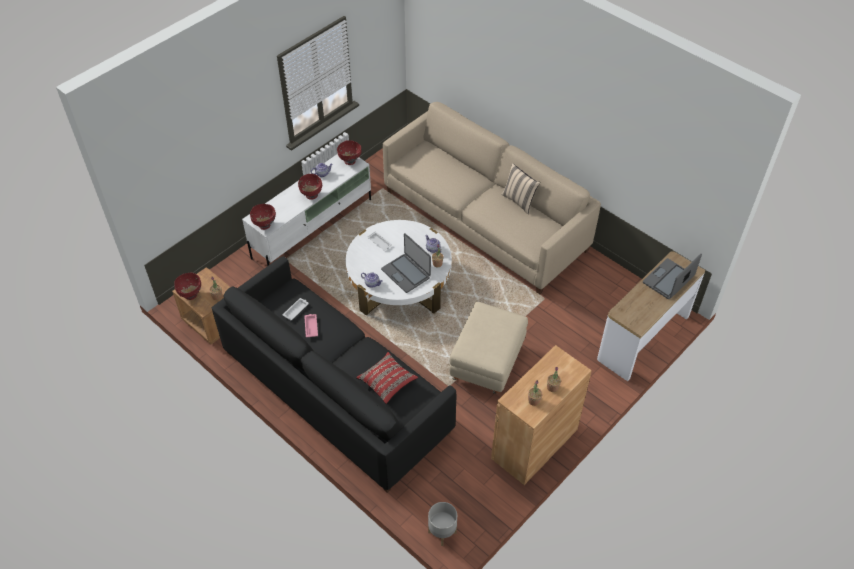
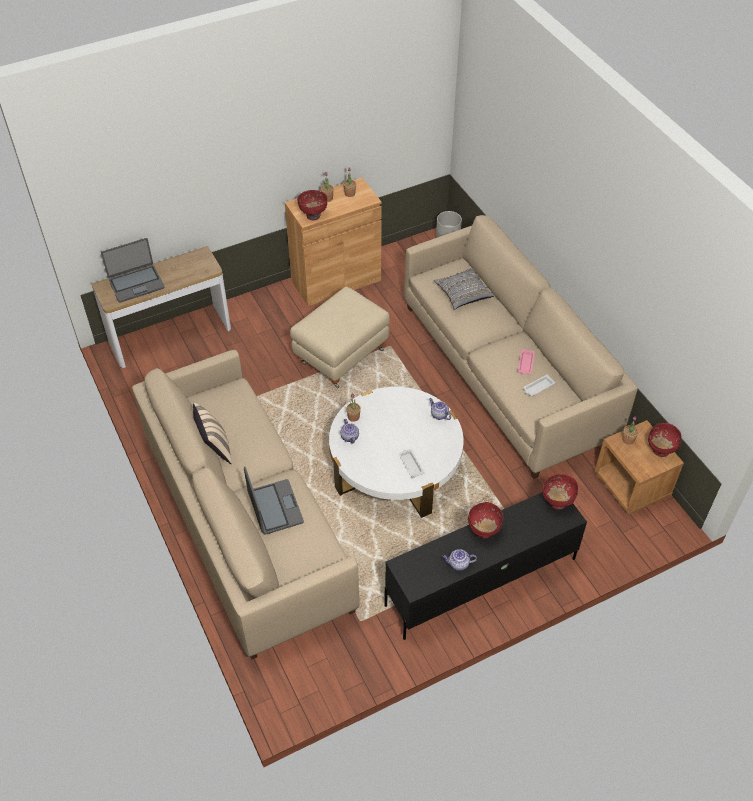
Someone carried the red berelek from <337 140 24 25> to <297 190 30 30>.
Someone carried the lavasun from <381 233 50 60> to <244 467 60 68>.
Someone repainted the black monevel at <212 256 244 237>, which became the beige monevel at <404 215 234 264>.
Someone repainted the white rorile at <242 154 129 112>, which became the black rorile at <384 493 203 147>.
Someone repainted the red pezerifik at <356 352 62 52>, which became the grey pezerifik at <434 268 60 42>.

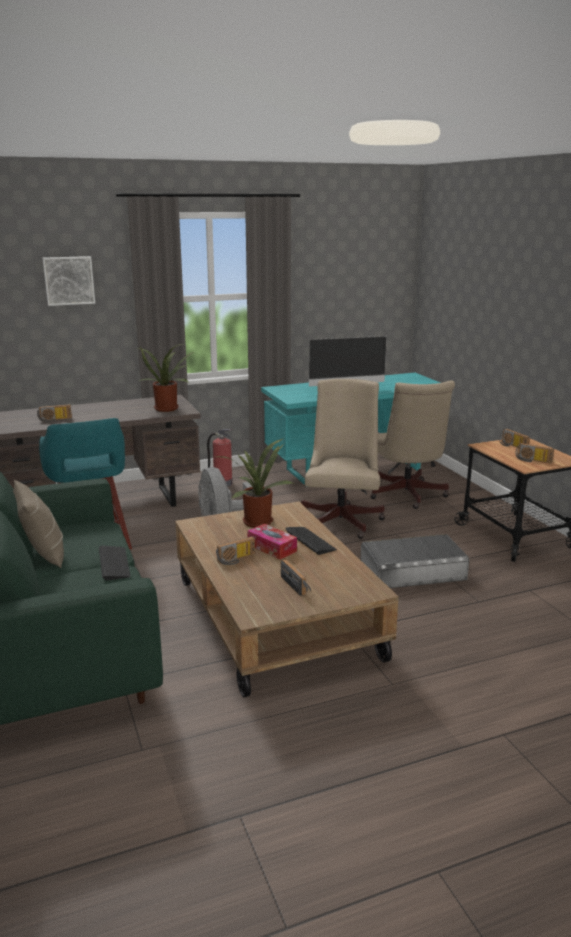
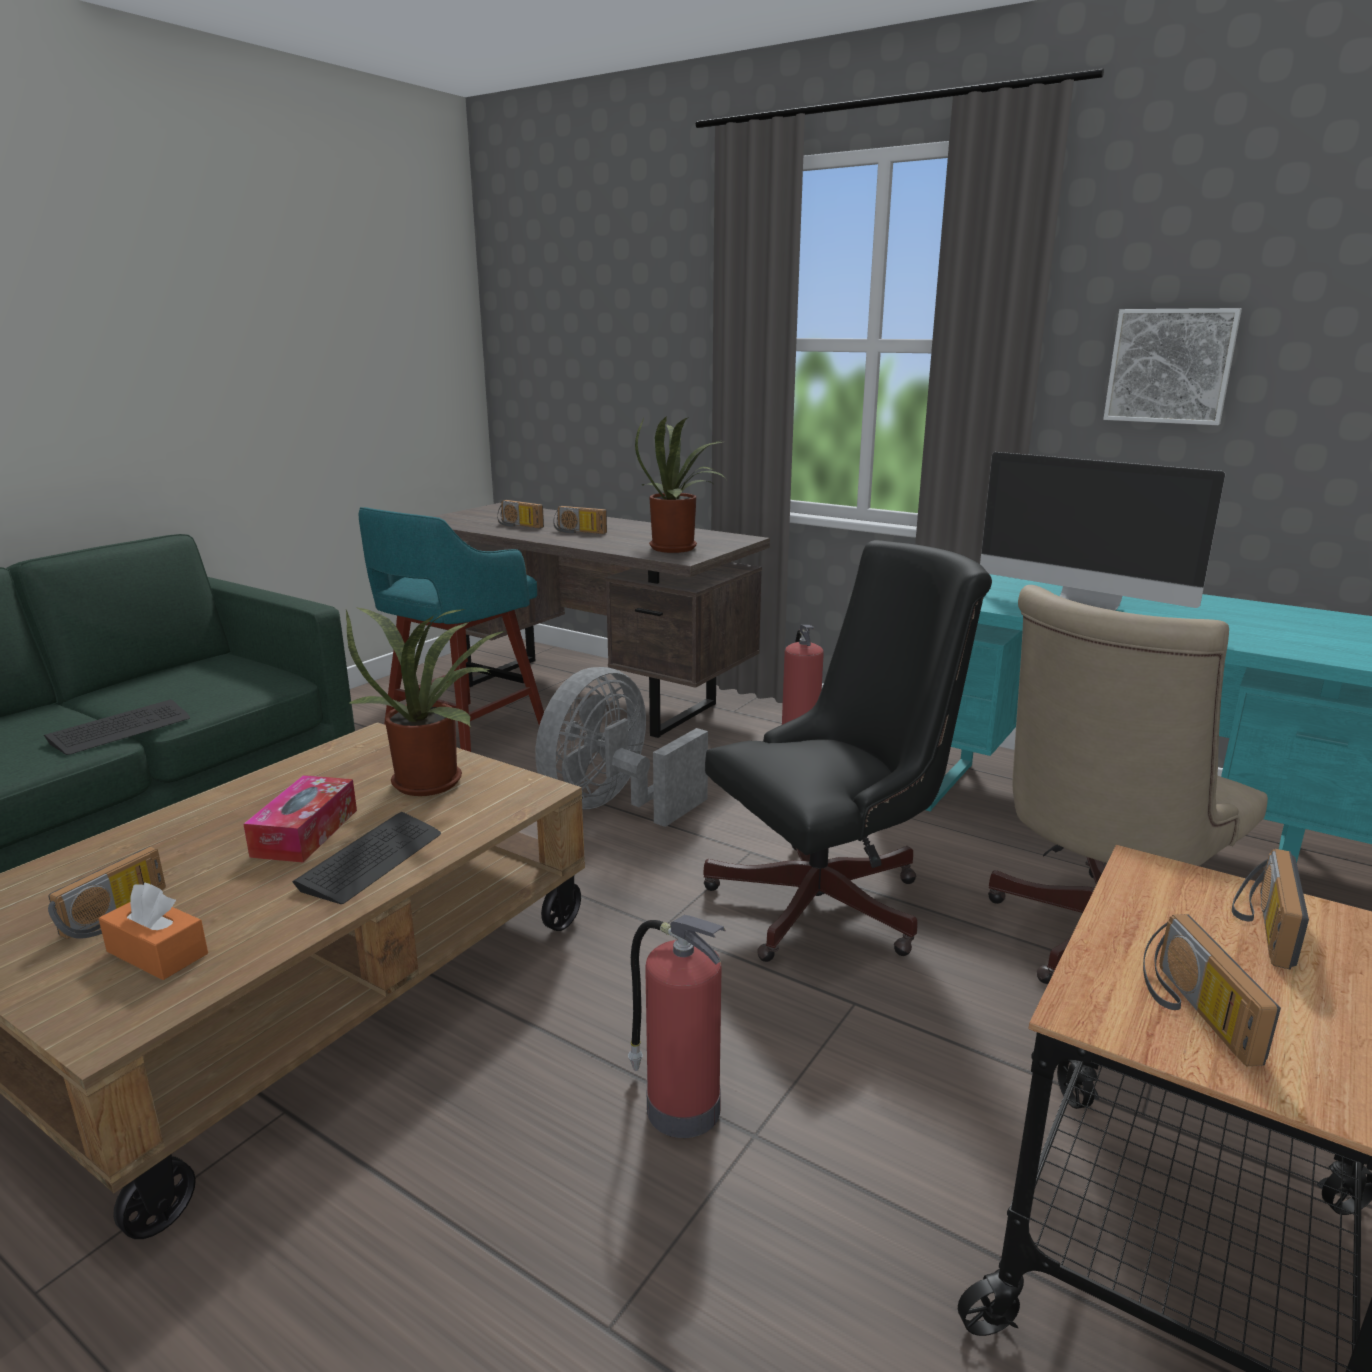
Someone took away the beige pezerifik at <13 480 51 88>.
Someone put down the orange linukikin at <99 882 109 98>.
Someone carried the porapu from <43 256 52 50> to <1103 308 139 117>.
Someone carried the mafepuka from <216 537 39 28> to <553 506 54 28>.
Someone swapped the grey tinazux at <361 534 108 54> for the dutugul at <628 915 98 223>.
Someone repainted the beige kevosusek at <301 379 84 160>, which became the black kevosusek at <703 540 289 422>.

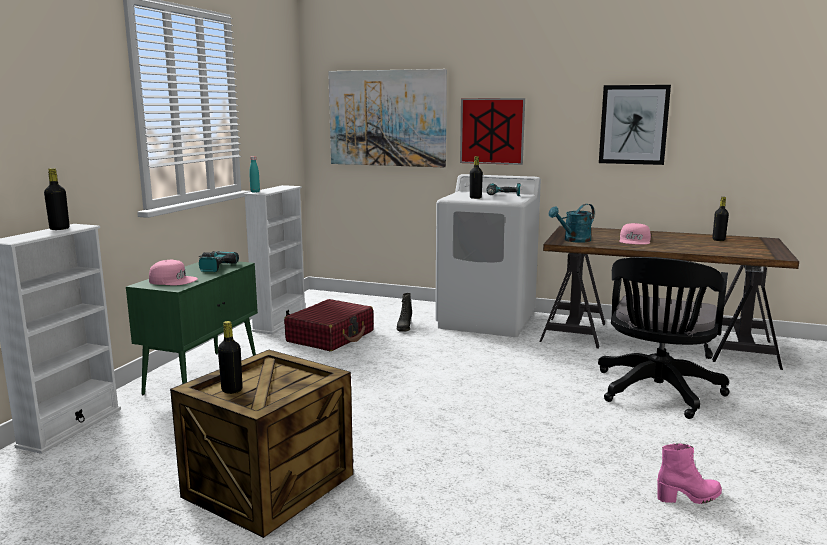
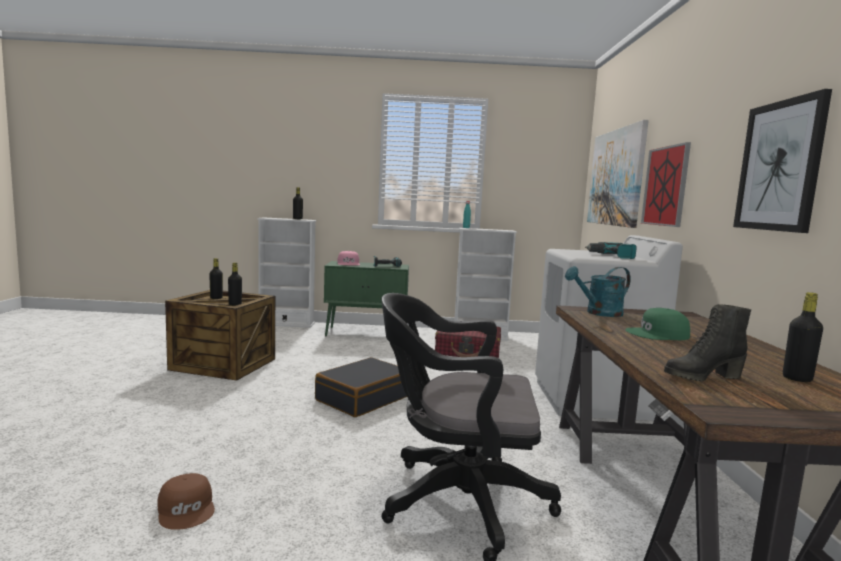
Someone put down the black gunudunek at <315 357 92 60>.
Someone carried the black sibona from <397 293 15 39> to <664 304 87 78>.
Someone carried the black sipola from <470 156 13 43> to <228 263 14 43>.
Someone swapped the pink sibona at <657 443 65 61> for the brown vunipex at <157 473 58 57>.
Someone repainted the pink vunipex at <619 223 32 22>, which became the green vunipex at <625 308 65 32>.
Someone rotated the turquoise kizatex at <549 204 46 39> by 60 degrees counterclockwise.

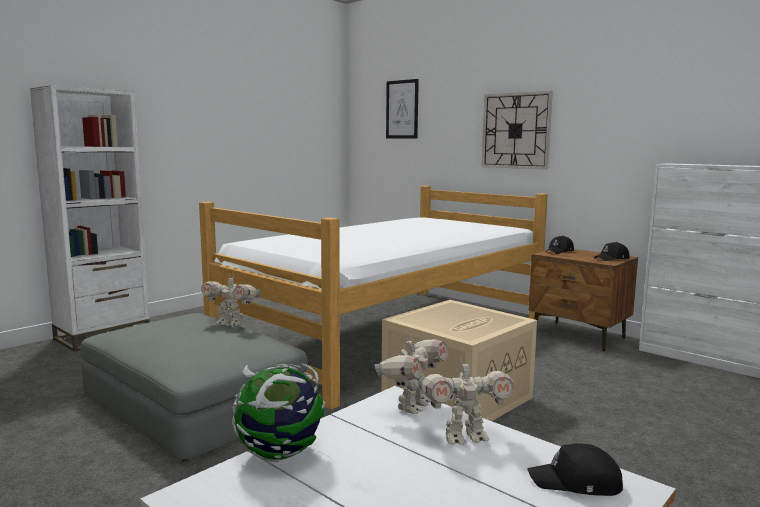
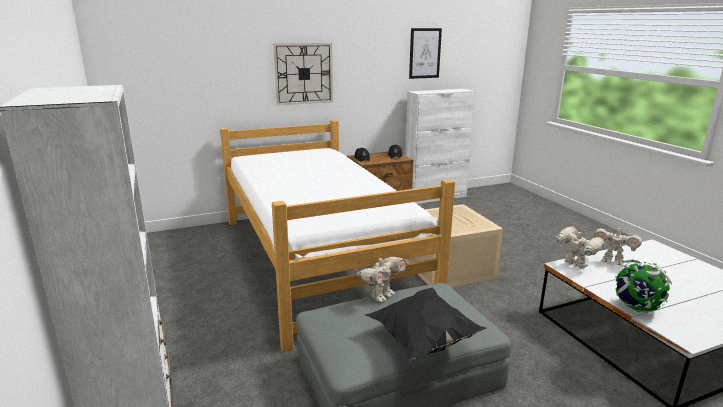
Someone took away the black vunipex at <527 443 96 53>.
Someone put down the black pezerifik at <365 288 122 75>.
Someone carried the porapu from <386 79 33 59> to <409 28 33 51>.
Someone rotated the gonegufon at <419 356 95 89> by 105 degrees clockwise.

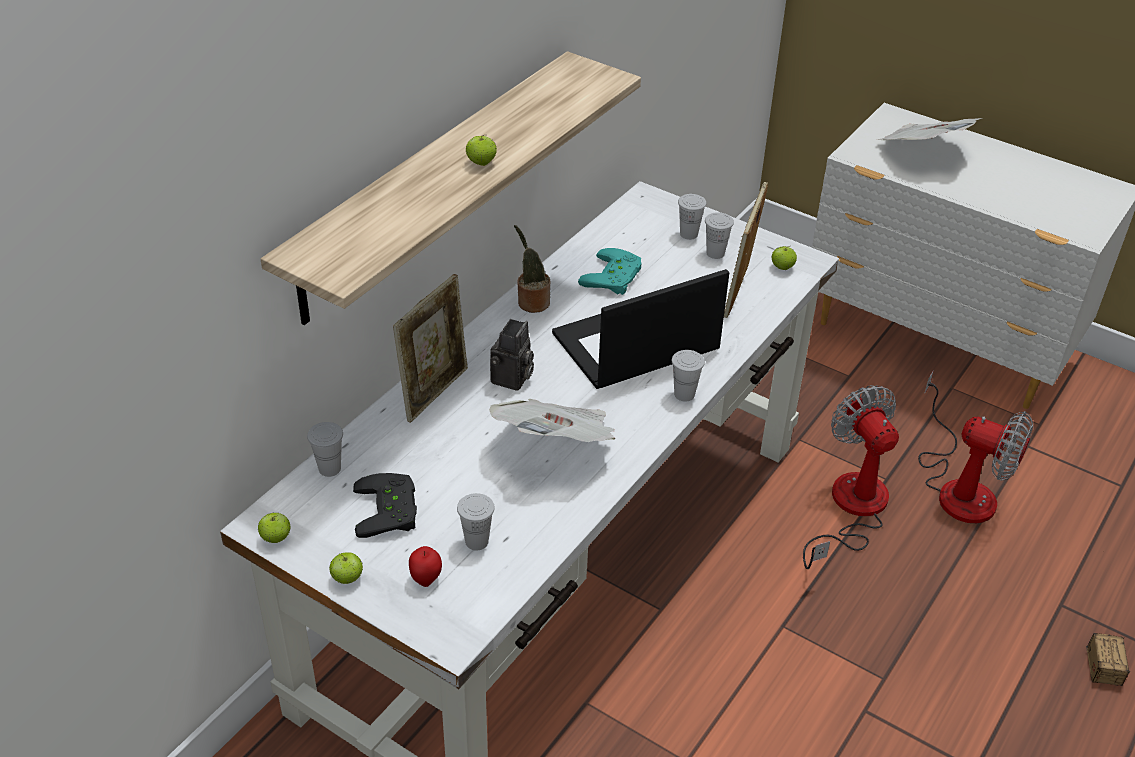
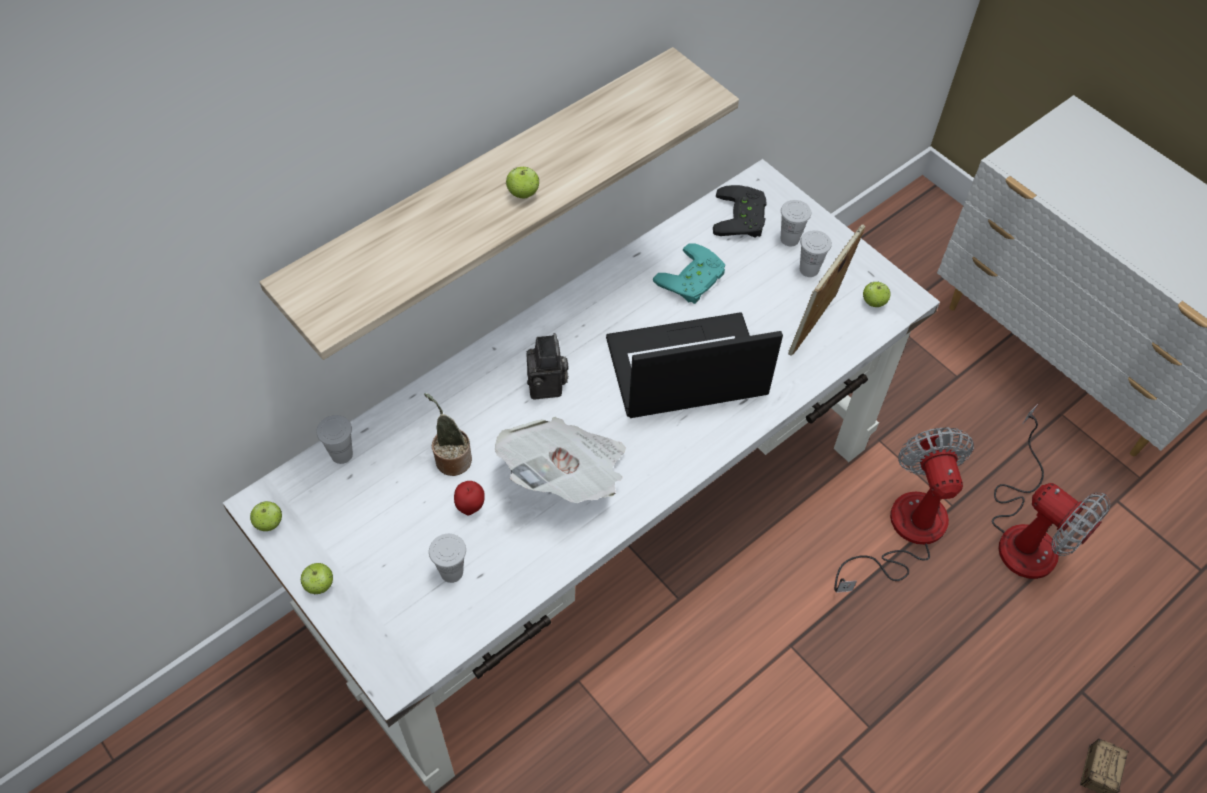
Someone took away the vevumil at <393 274 75 149>.
Someone took away the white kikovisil at <672 350 33 52>.
Someone took away the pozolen at <878 118 105 22>.
Someone carried the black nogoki from <353 473 64 65> to <713 185 53 53>.
Someone carried the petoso from <409 546 33 41> to <454 481 31 34>.
Someone carried the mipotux from <514 225 37 88> to <424 393 48 83>.
Someone rotated the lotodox at <490 319 44 72> by 45 degrees counterclockwise.

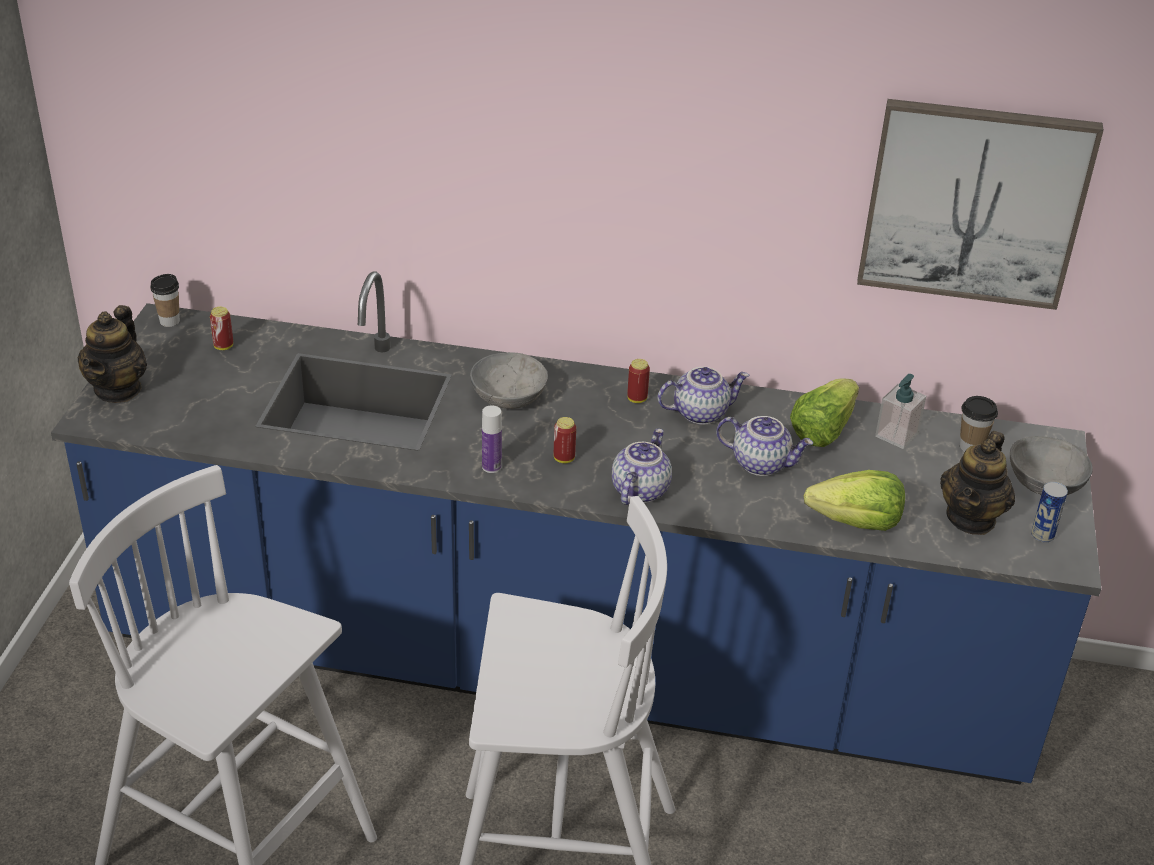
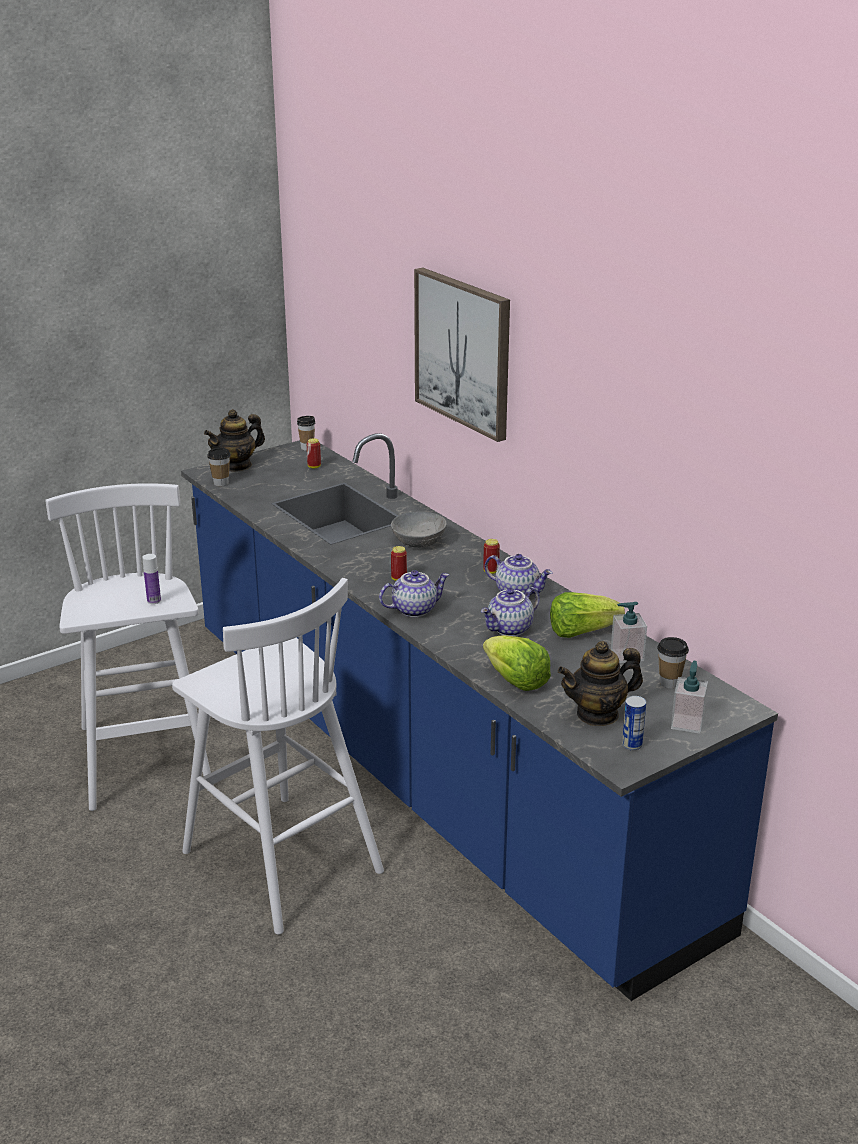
Someone put down the kikovisil at <207 448 24 38>.
Someone carried the sipola from <482 405 20 68> to <142 554 19 50>.
Someone carried the porapu from <857 99 247 211> to <414 268 96 174>.
Someone swapped the grey berelek at <1010 436 82 59> for the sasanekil at <671 661 37 73>.
Someone rotated the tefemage at <717 416 96 60> by 75 degrees clockwise.

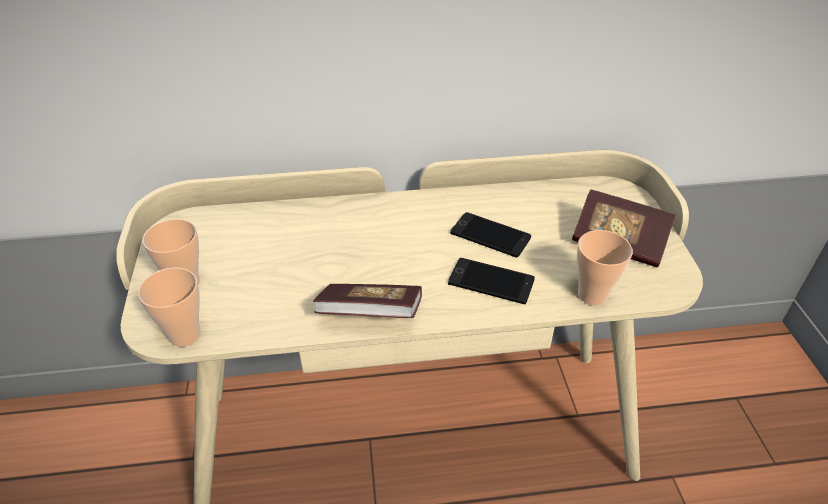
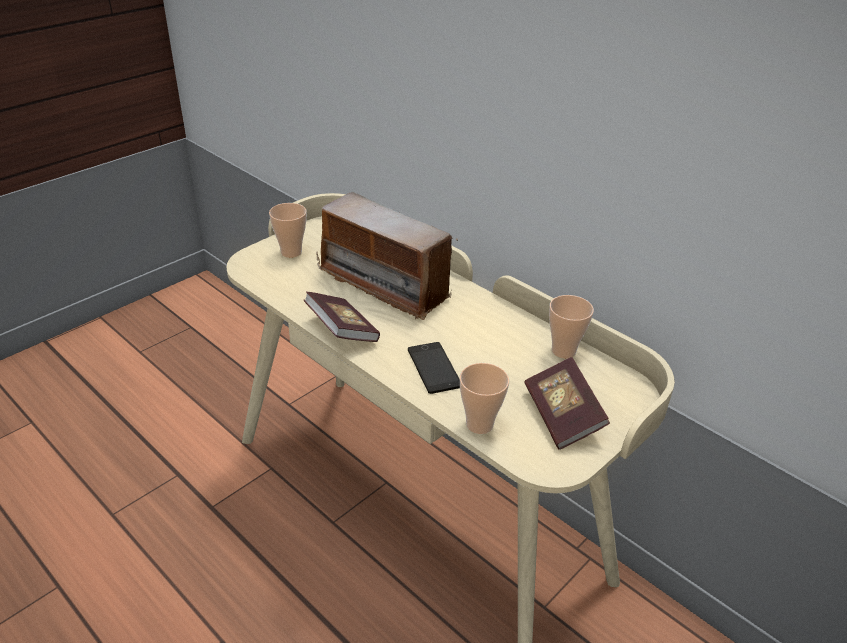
Someone took away the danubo at <450 212 81 46>.
Someone put down the mafepuka at <316 192 143 128>.
Someone carried the kikovisil from <138 268 63 79> to <549 295 45 64>.

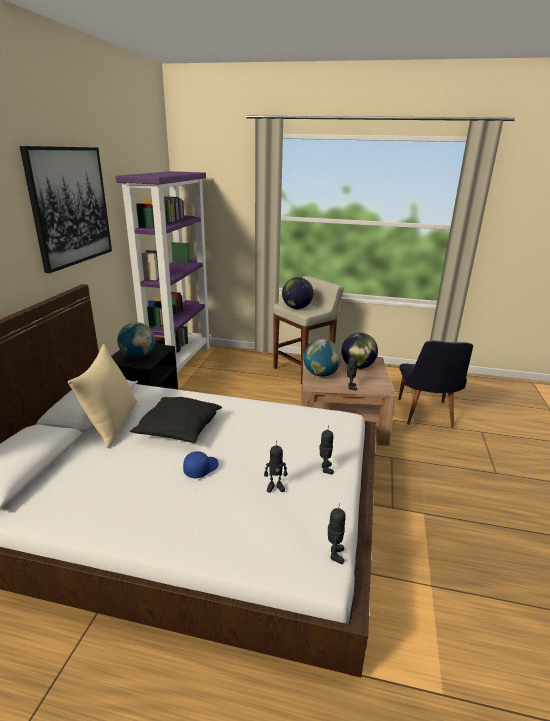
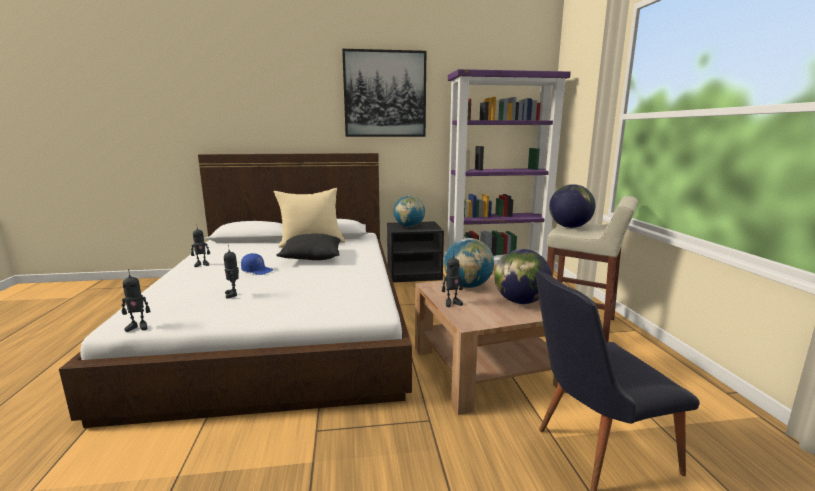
Someone carried the gonegufon from <320 425 14 49> to <191 224 19 43>.

